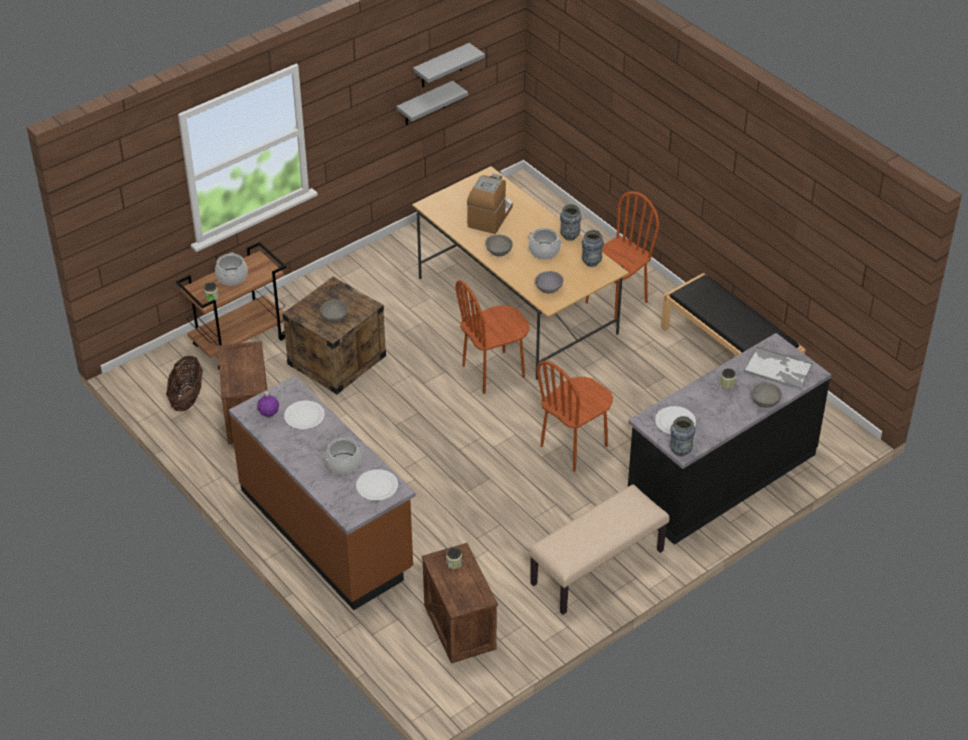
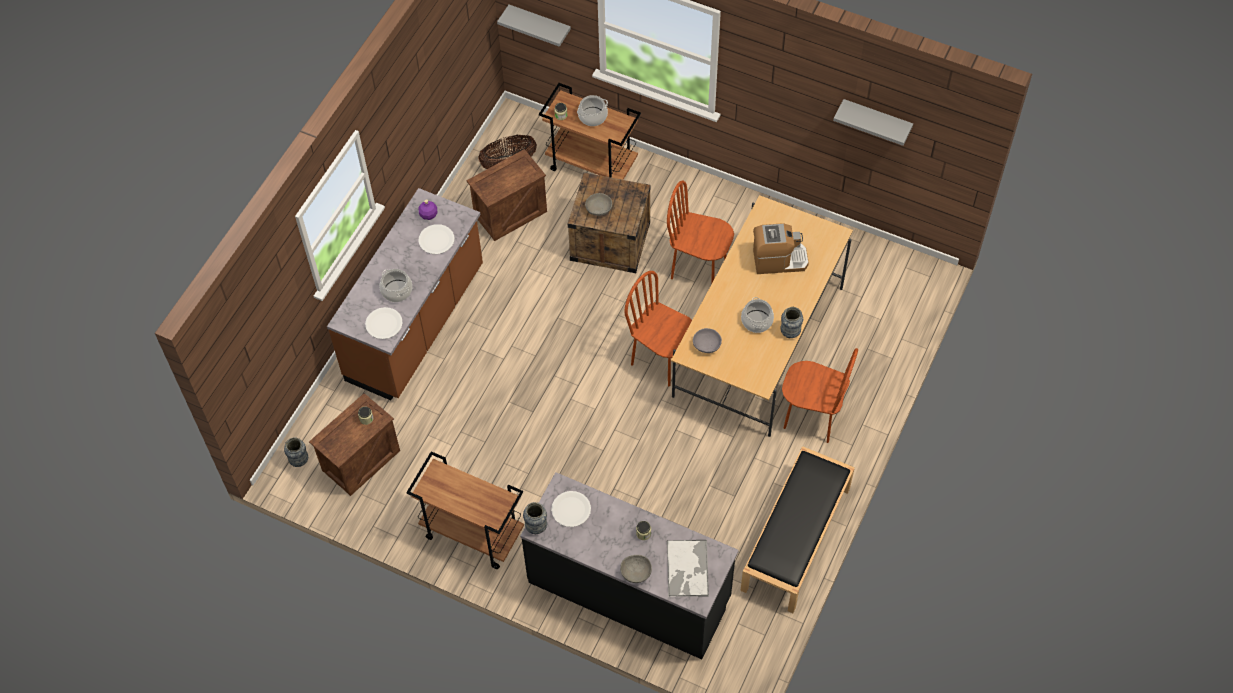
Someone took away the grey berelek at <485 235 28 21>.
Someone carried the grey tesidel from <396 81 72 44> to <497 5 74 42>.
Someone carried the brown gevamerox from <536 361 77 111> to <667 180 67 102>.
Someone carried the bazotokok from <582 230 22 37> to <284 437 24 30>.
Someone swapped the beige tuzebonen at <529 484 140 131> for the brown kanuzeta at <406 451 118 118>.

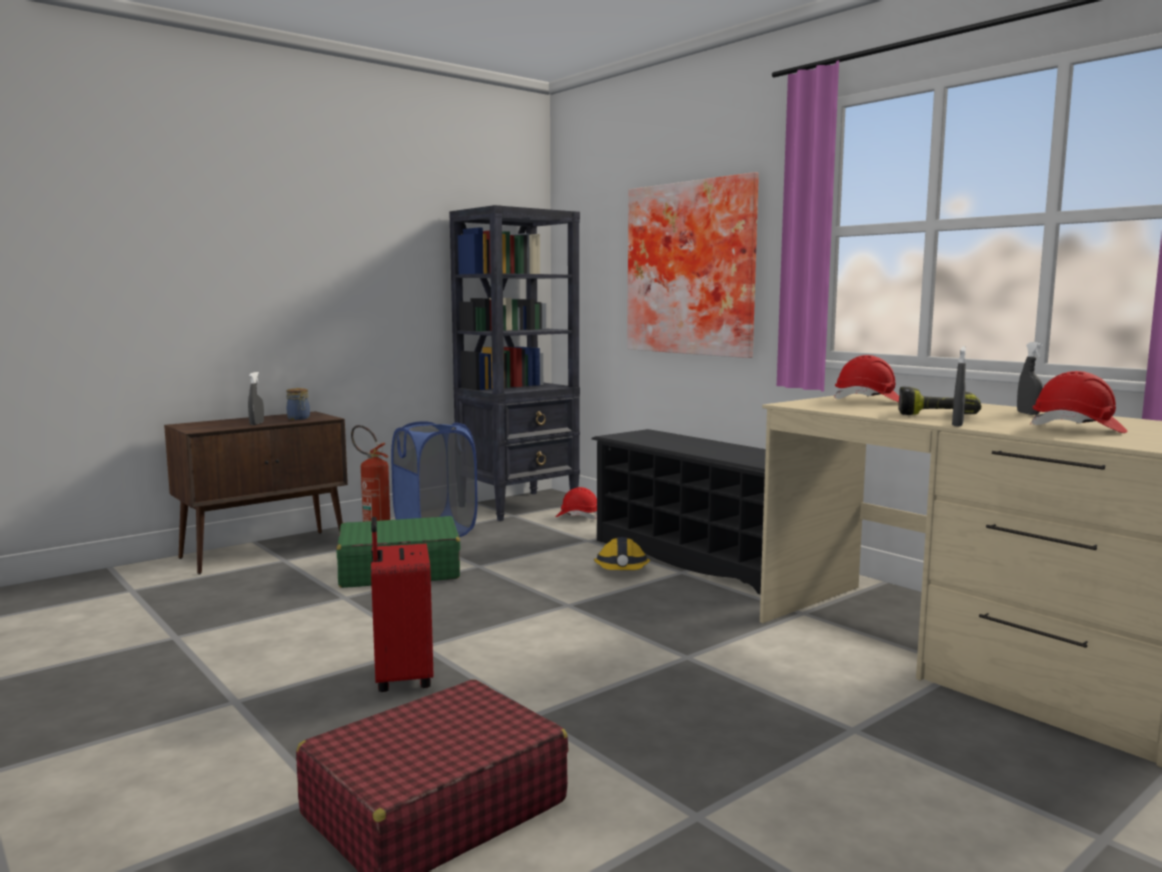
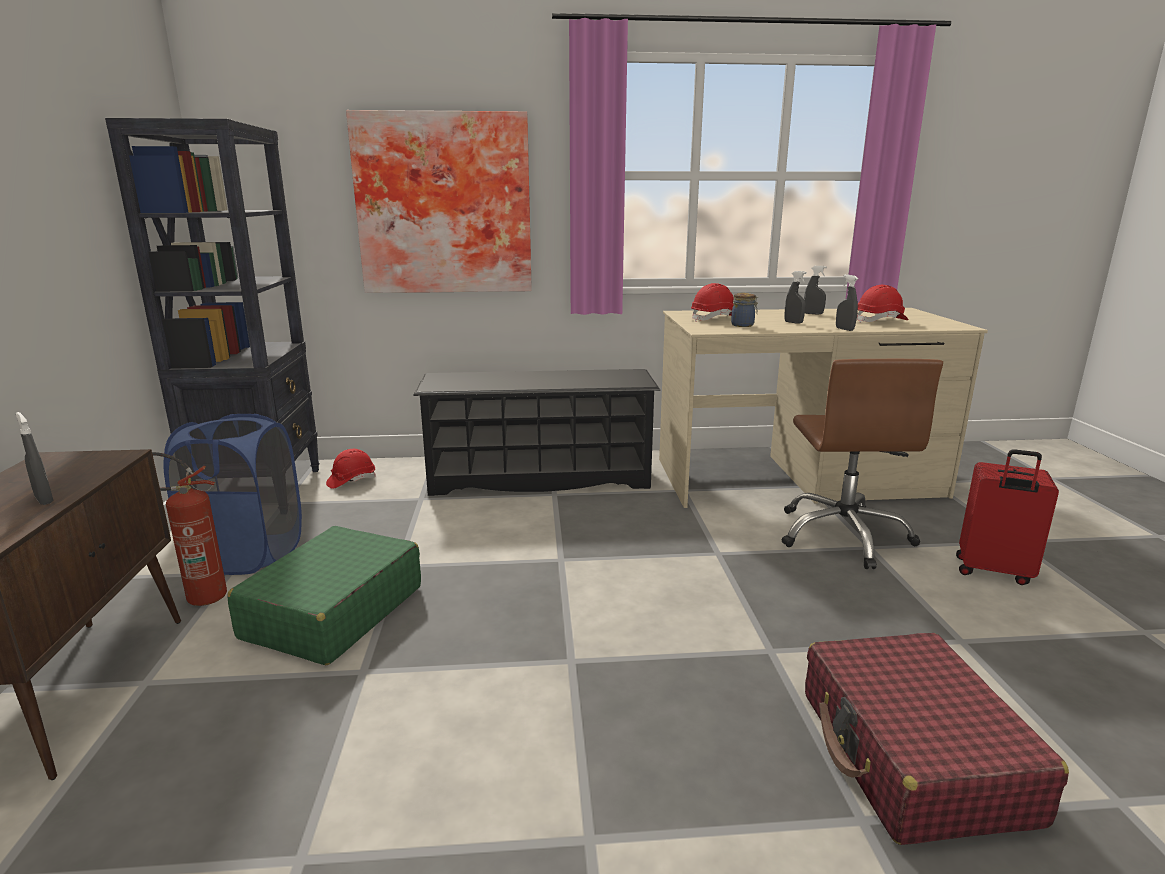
Someone took away the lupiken at <594 537 56 33>.
Someone put down the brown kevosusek at <782 359 161 210>.
Someone carried the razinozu from <286 388 24 32> to <731 293 27 34>.
Someone carried the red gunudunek from <371 517 62 175> to <956 449 103 136>.
Someone swapped the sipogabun at <898 387 83 28> for the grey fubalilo at <785 271 22 53>.

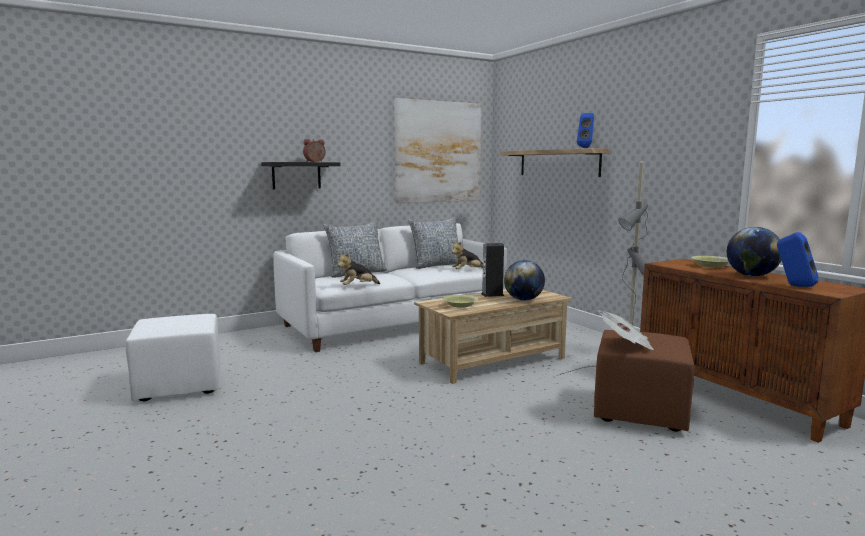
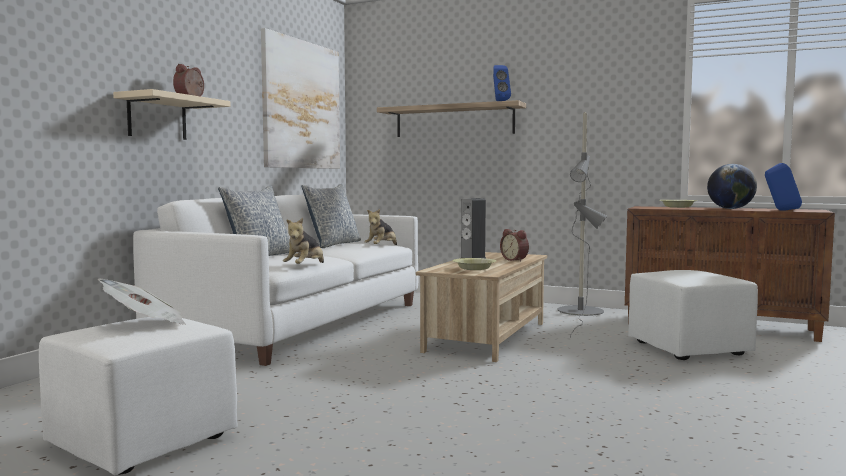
Someone carried the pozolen from <598 310 56 40> to <98 279 88 46>.
Someone swapped the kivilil at <504 260 41 41> for the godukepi at <500 229 29 32>.
Someone repainted the black tesidel at <261 162 80 27>, which became the beige tesidel at <113 89 118 51>.
Someone repainted the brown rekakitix at <594 330 100 102>, which became the white rekakitix at <628 270 130 90>.

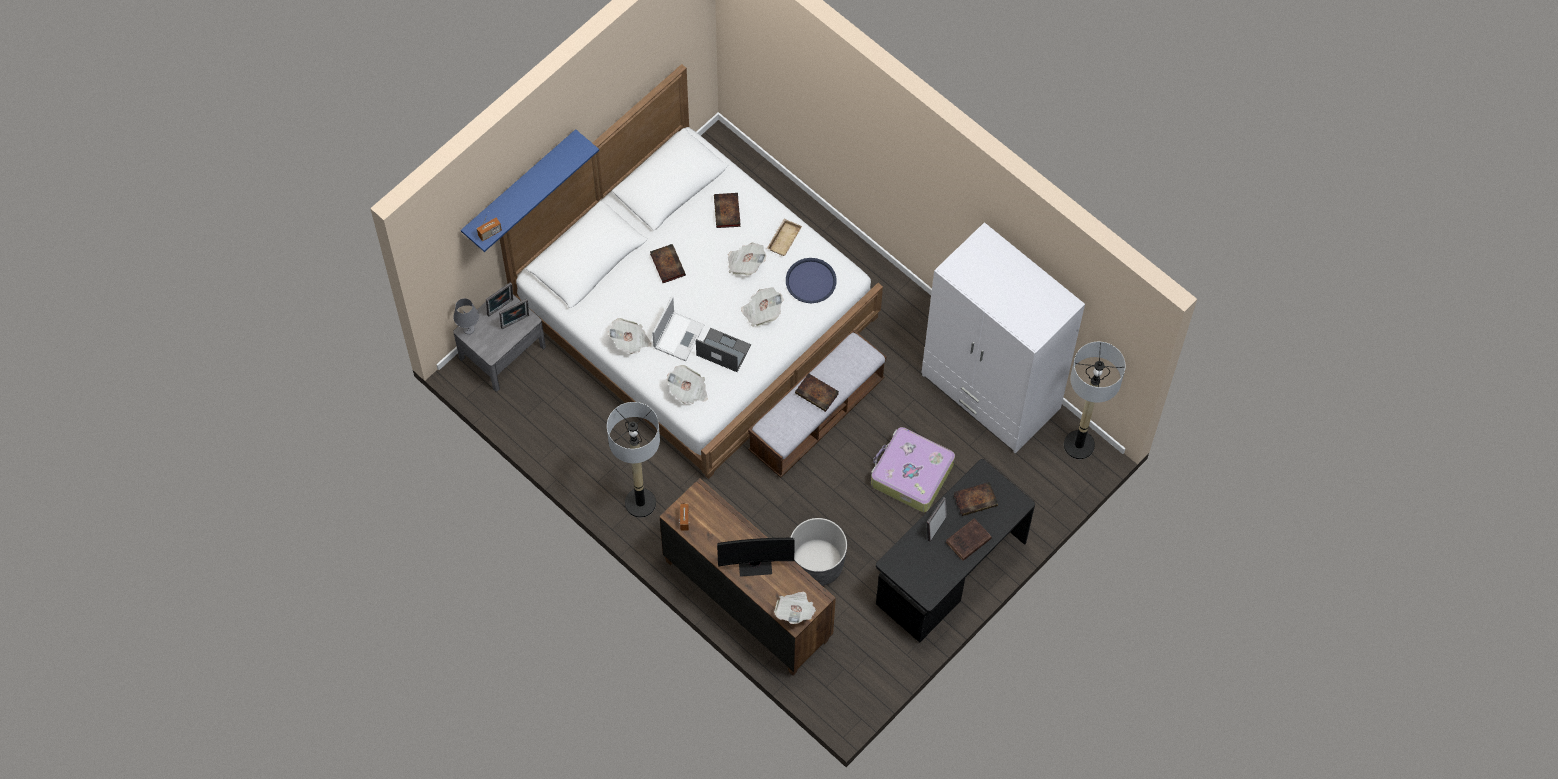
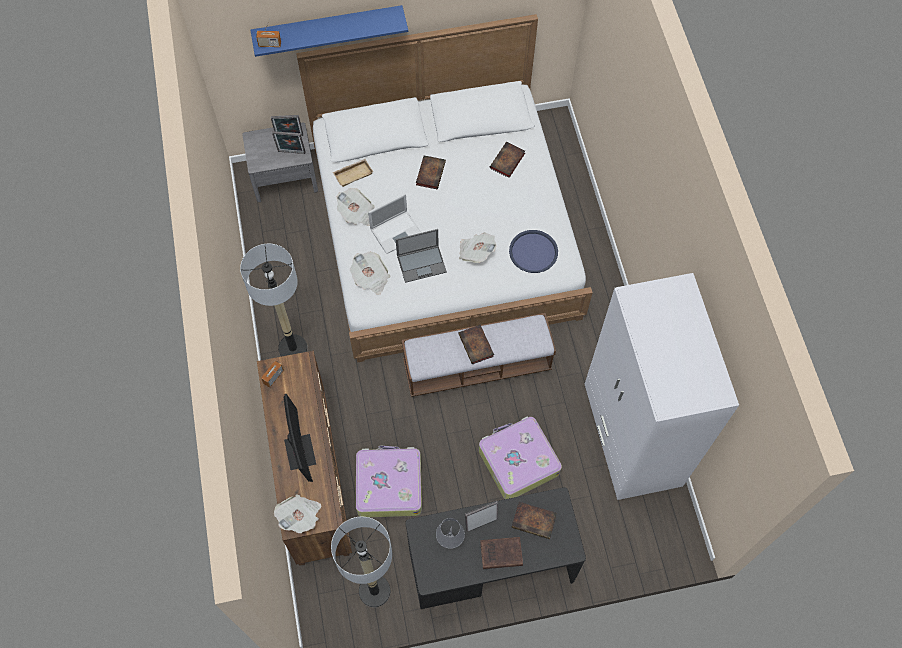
Someone took away the pozolen at <728 243 38 32>.
Someone carried the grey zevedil from <453 298 26 36> to <436 518 29 31>.
Someone carried the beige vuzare from <767 219 35 37> to <333 159 40 28>.
Someone carried the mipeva from <1064 342 61 117> to <331 517 61 90>.
Someone swapped the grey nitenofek at <790 518 57 68> for the gunudunek at <356 446 66 71>.
Someone rotated the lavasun at <696 328 55 44> by 105 degrees clockwise.
Someone rotated the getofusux at <717 538 77 39> by 135 degrees counterclockwise.

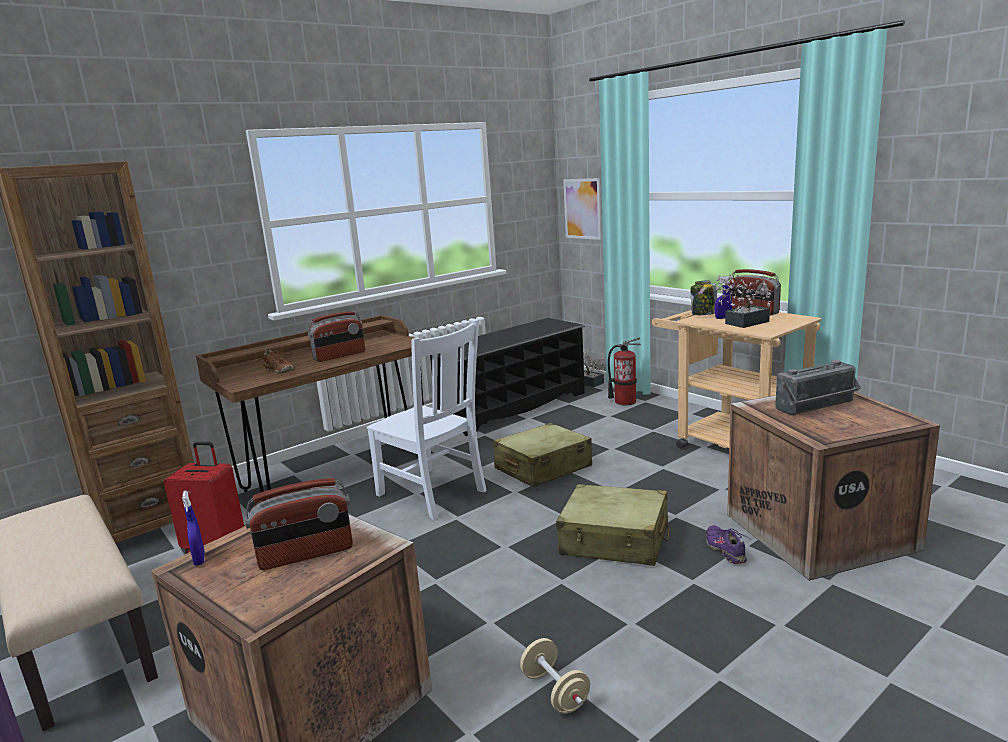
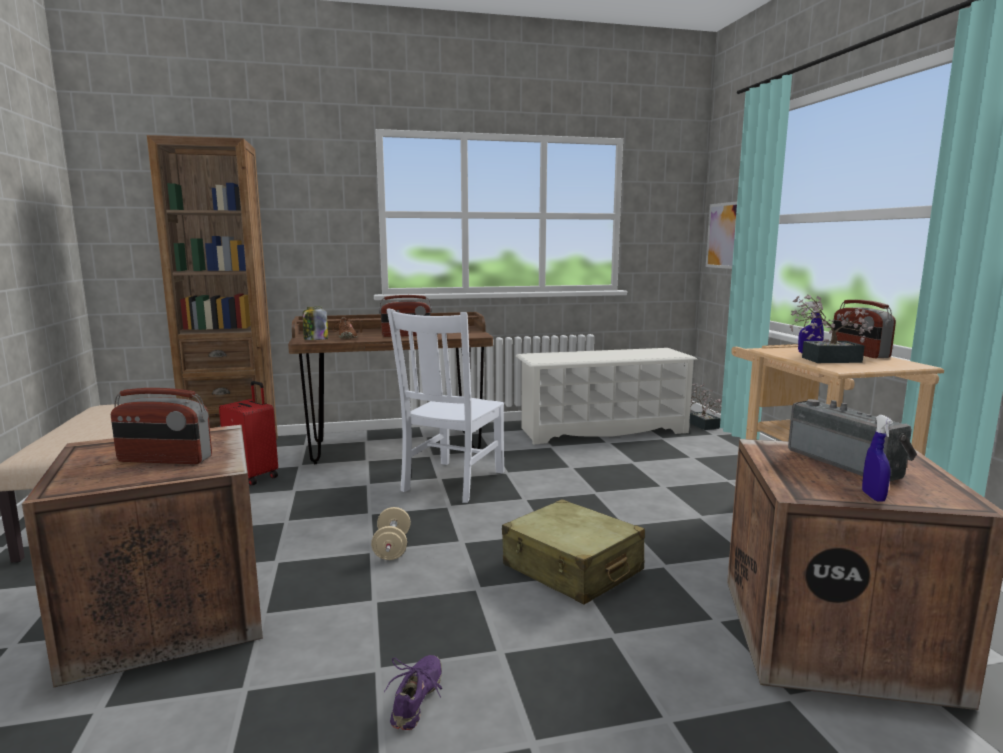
Someone took away the beige gunudunek at <493 423 99 65>.
Someone took away the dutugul at <608 337 33 69>.
Someone carried the blue fubalilo from <182 491 23 75> to <862 415 31 87>.
Someone carried the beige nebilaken from <520 638 70 76> to <371 507 40 53>.
Someone carried the razinozu from <691 280 26 35> to <303 307 25 33>.
Someone carried the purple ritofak from <706 526 44 38> to <384 655 58 75>.
Someone repainted the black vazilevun at <430 318 155 118>, which became the white vazilevun at <515 348 182 97>.
Someone rotated the white gevamerox at <367 319 119 201> by 45 degrees clockwise.
Someone rotated the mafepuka at <775 360 86 56> by 120 degrees counterclockwise.

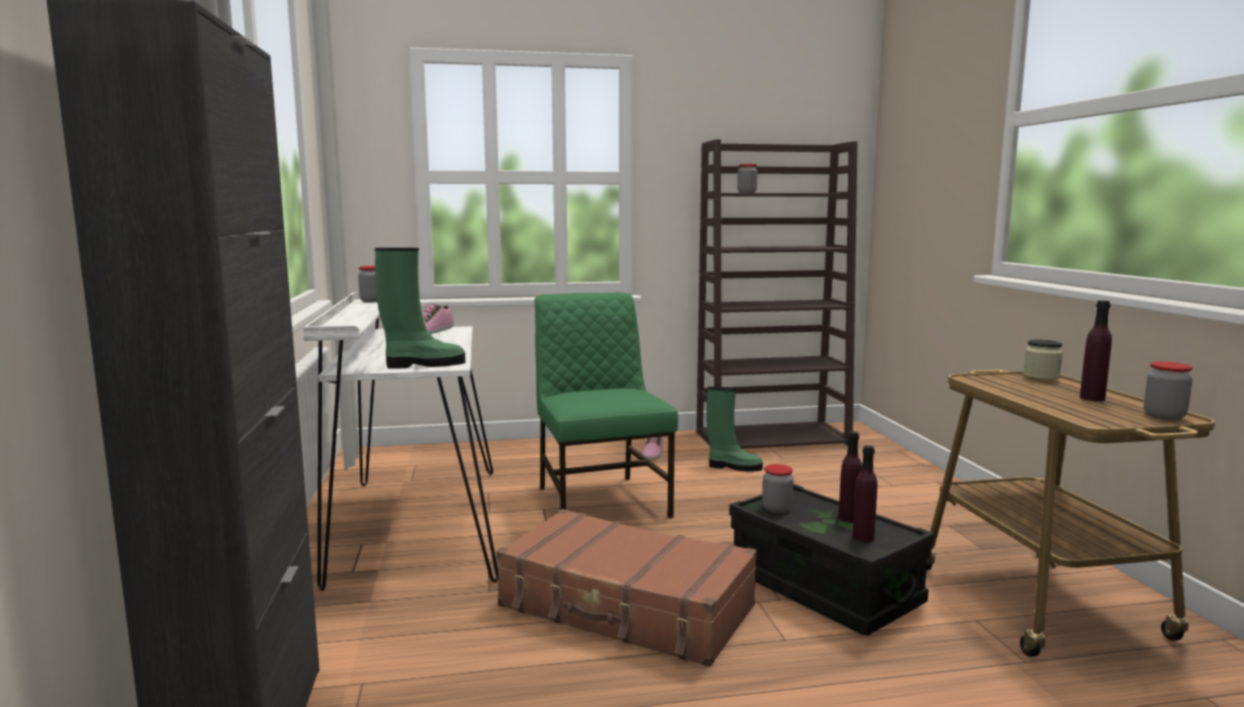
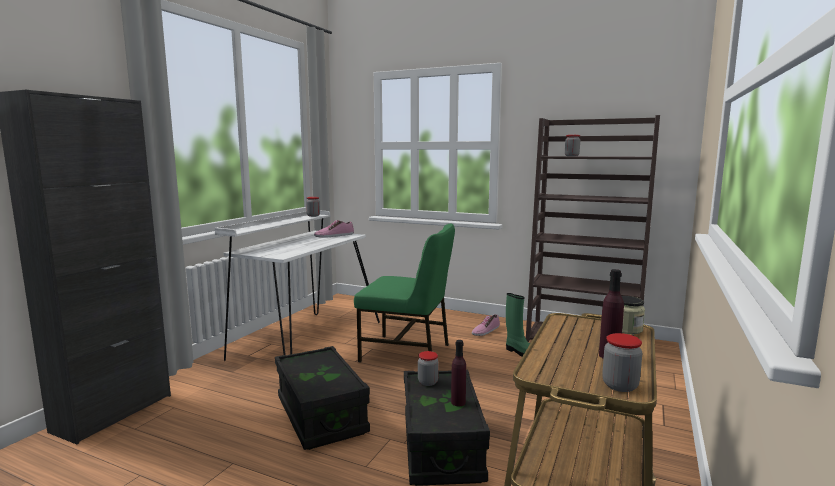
Someone took away the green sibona at <375 248 91 121>.
Someone took away the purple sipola at <852 445 26 97>.
Someone swapped the brown gunudunek at <496 509 261 158> for the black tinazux at <275 346 95 104>.
Someone rotated the green gevamerox at <535 292 143 226> by 90 degrees clockwise.

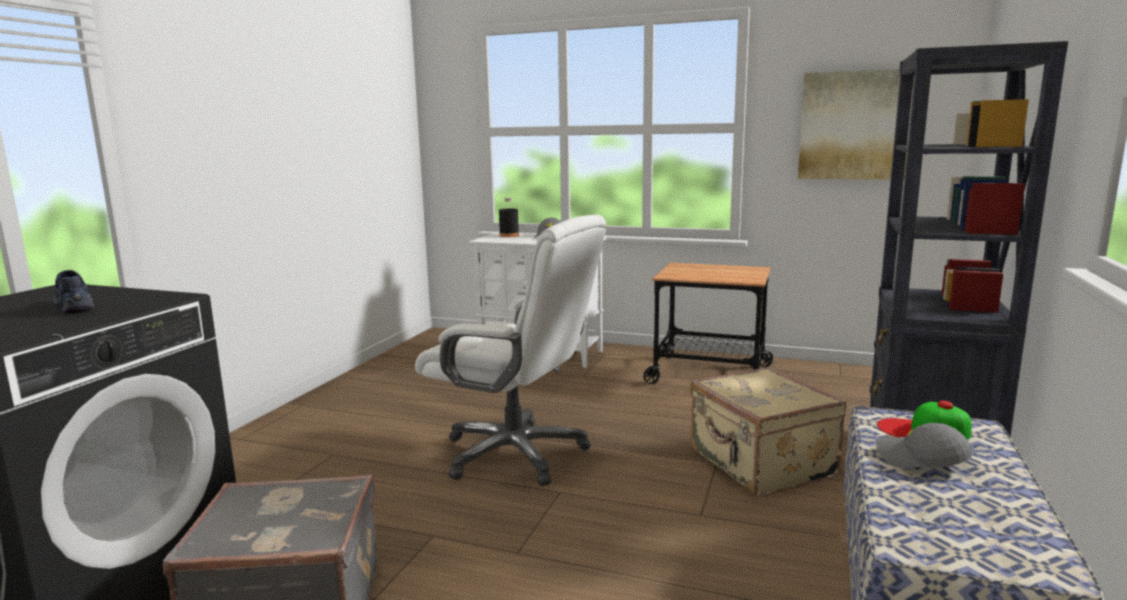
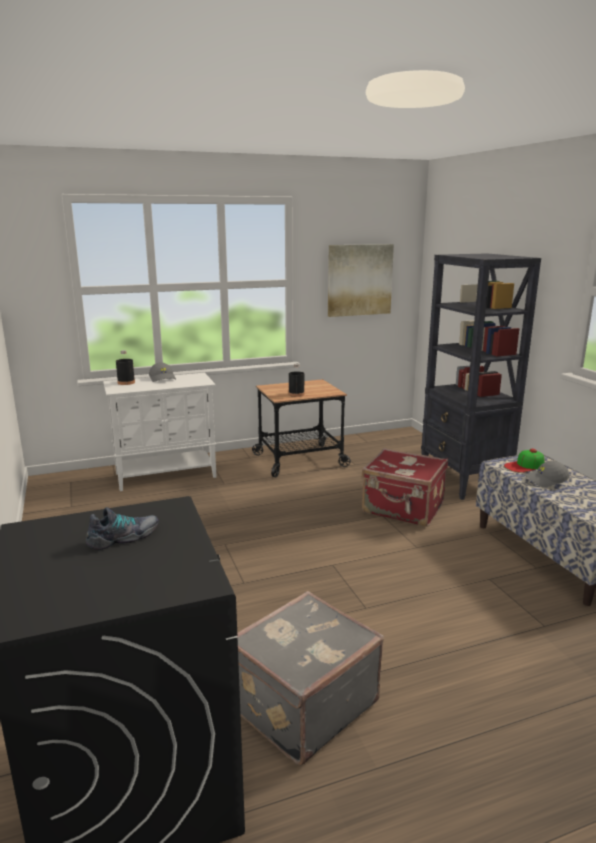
Someone took away the white kevosusek at <415 215 191 271>.
Someone put down the black sipola at <288 364 17 33>.
Someone repainted the beige gunudunek at <690 367 156 130>, which became the red gunudunek at <361 448 87 79>.
Someone rotated the ritofak at <53 270 41 44> by 135 degrees clockwise.

